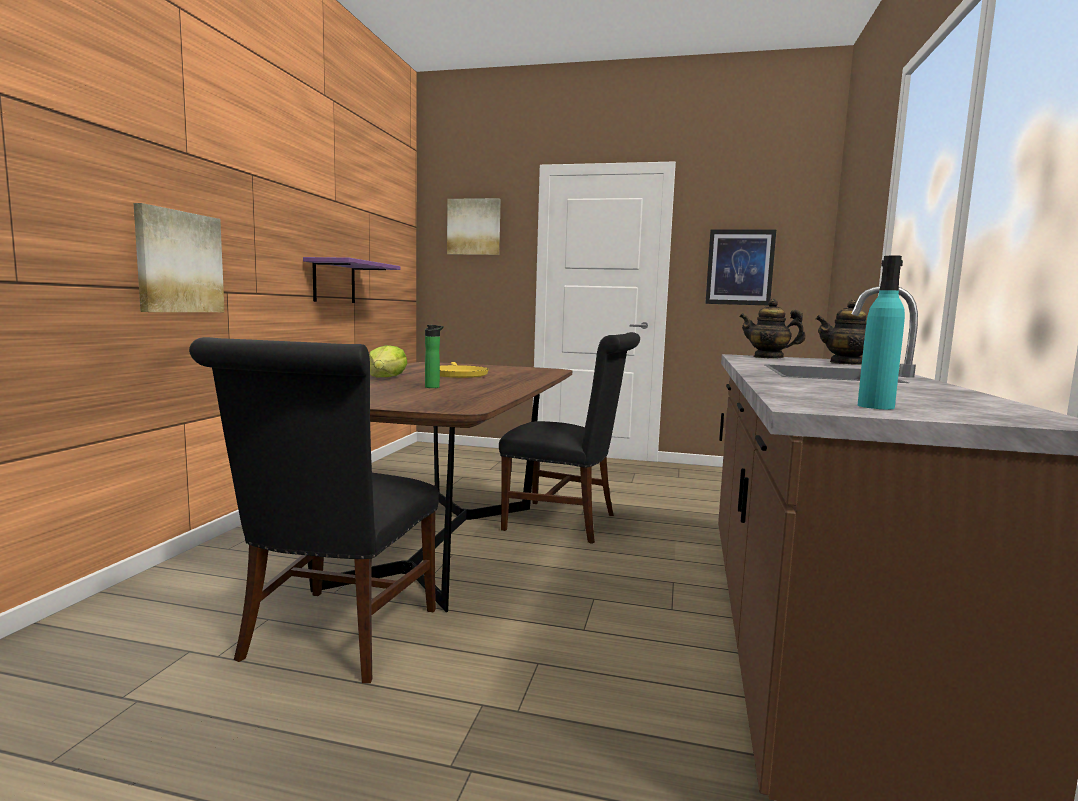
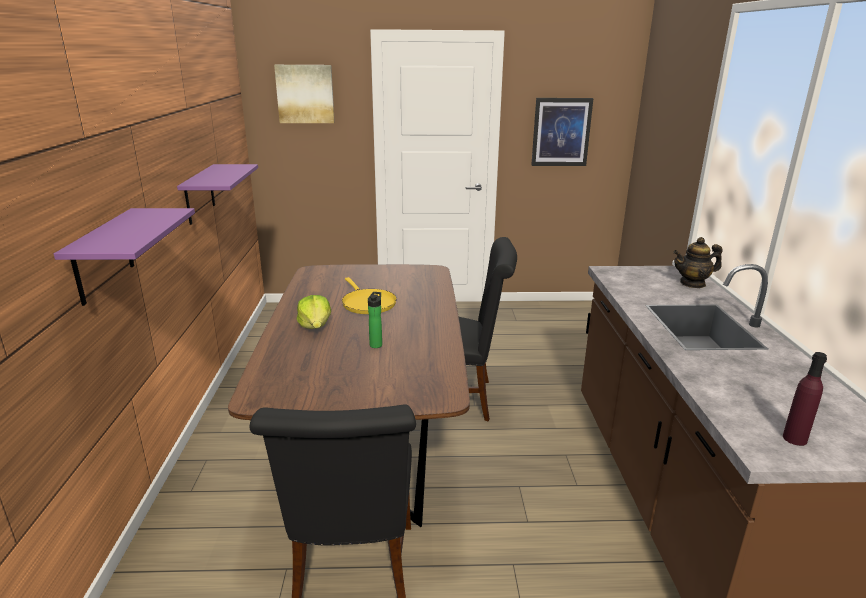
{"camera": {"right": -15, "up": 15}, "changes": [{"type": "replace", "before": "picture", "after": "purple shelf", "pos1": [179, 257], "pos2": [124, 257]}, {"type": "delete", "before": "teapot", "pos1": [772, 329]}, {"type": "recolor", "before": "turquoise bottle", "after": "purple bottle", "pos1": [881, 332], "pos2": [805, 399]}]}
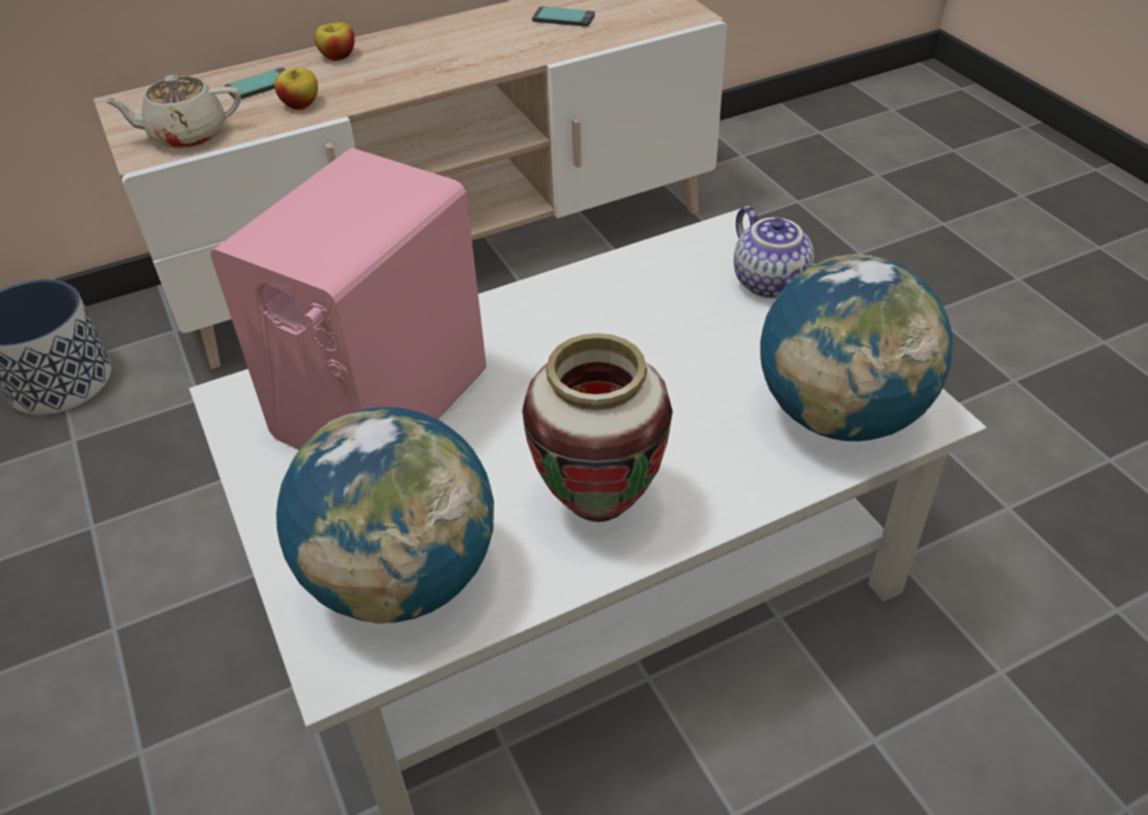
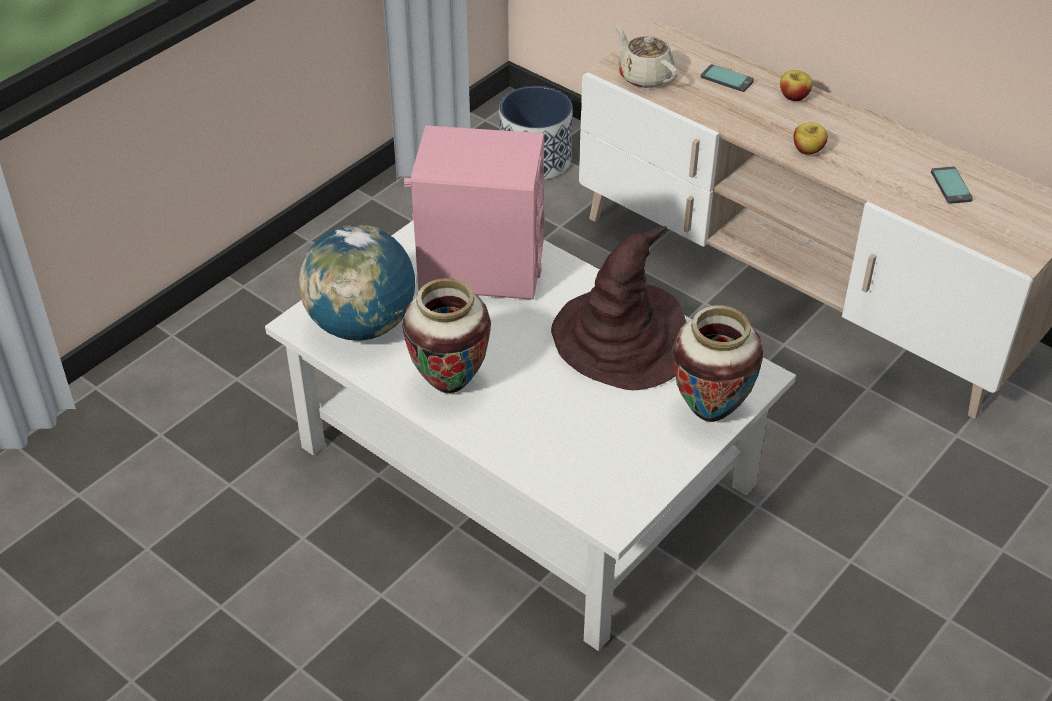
{"camera": {"right": 65, "up": 0}, "changes": [{"type": "move", "before": "apple", "pos1": [296, 89], "pos2": [811, 139]}, {"type": "replace", "before": "teapot", "after": "vase", "pos1": [774, 252], "pos2": [718, 363]}, {"type": "delete", "before": "globe", "pos1": [856, 347]}, {"type": "insert", "after": "brown hat", "pos2": [619, 308]}]}
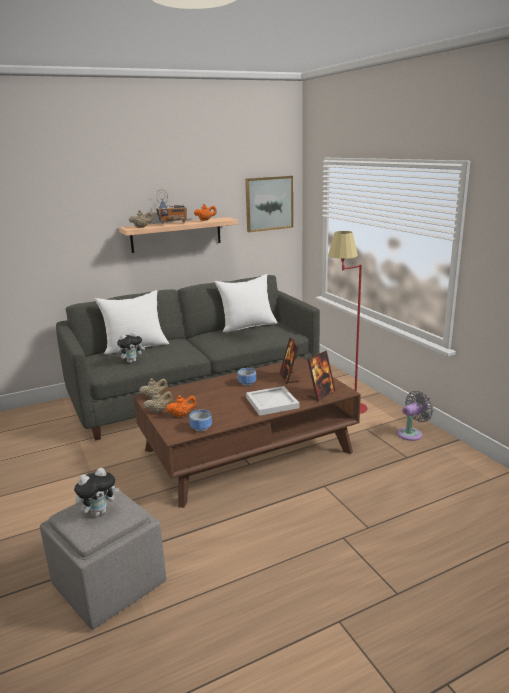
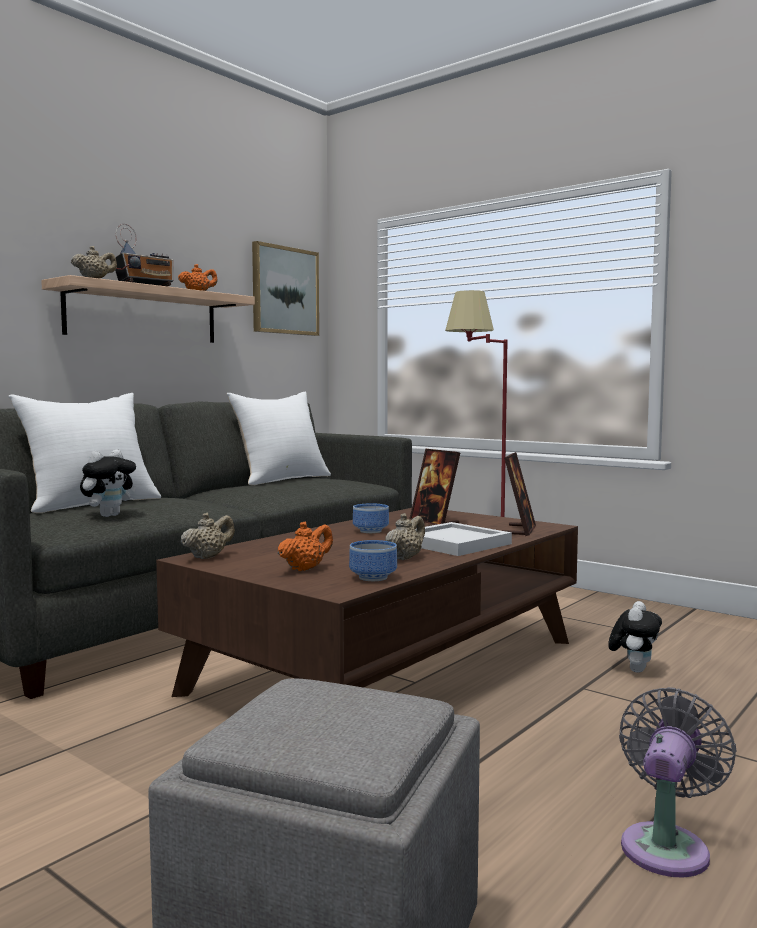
{"camera": {"right": -25, "up": -15}, "changes": [{"type": "move", "before": "plush toy", "pos1": [97, 492], "pos2": [635, 637]}, {"type": "move", "before": "beige teapot", "pos1": [158, 402], "pos2": [405, 536]}, {"type": "move", "before": "grey fan", "pos1": [415, 416], "pos2": [677, 782]}]}
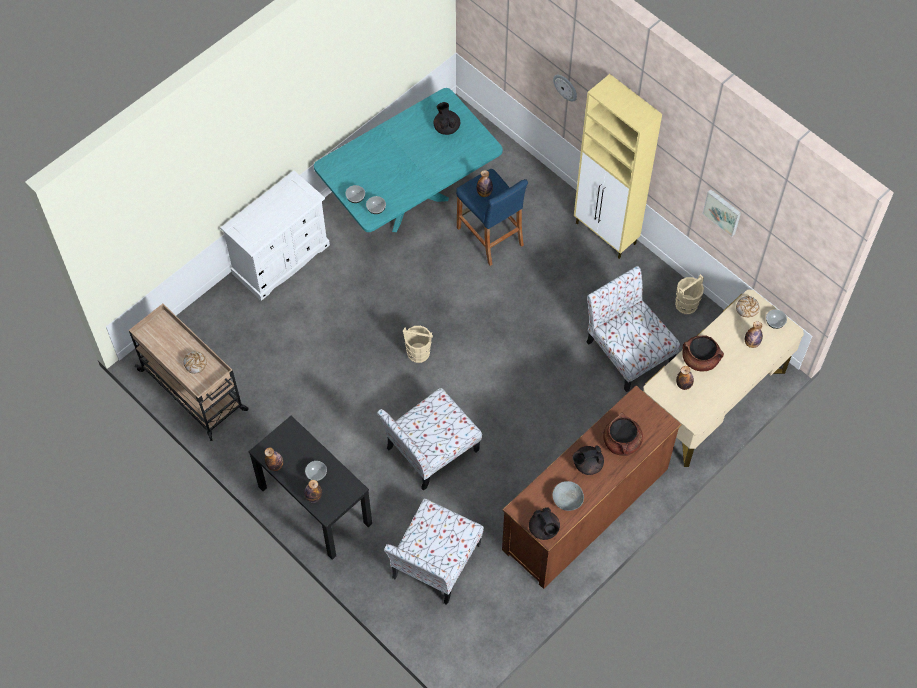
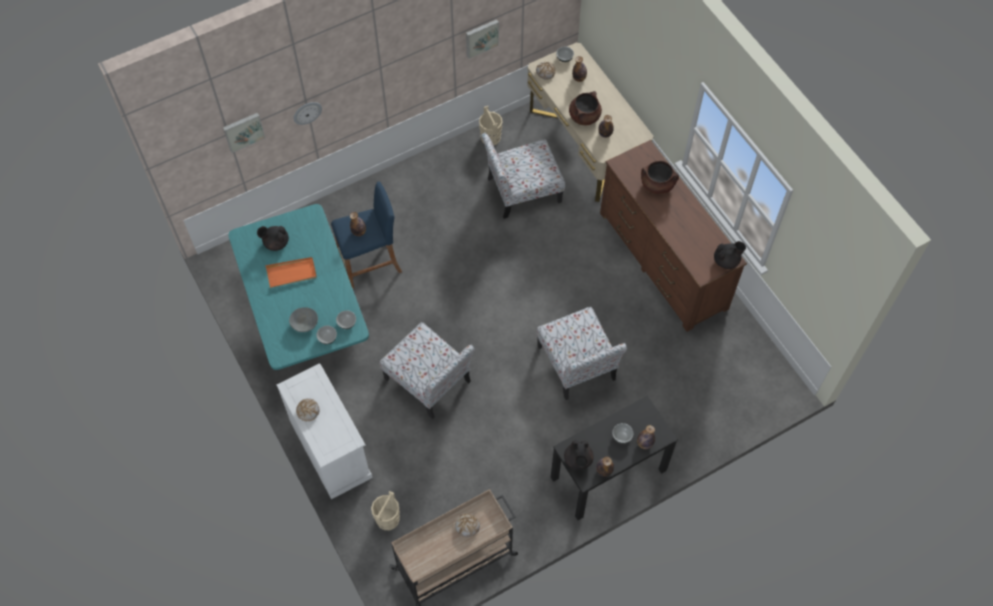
{"camera": {"right": -75, "up": 0}, "changes": [{"type": "move", "before": "chair", "pos1": [434, 552], "pos2": [427, 370]}, {"type": "move", "before": "beige bucket", "pos1": [418, 344], "pos2": [385, 510]}, {"type": "move", "before": "grey bowl", "pos1": [568, 496], "pos2": [303, 319]}, {"type": "move", "before": "black teapot", "pos1": [588, 460], "pos2": [579, 455]}, {"type": "delete", "before": "beige cabinet", "pos1": [618, 166]}, {"type": "insert", "after": "picture", "pos2": [244, 133]}, {"type": "insert", "after": "orange tray", "pos2": [291, 272]}, {"type": "insert", "after": "bread", "pos2": [307, 409]}]}
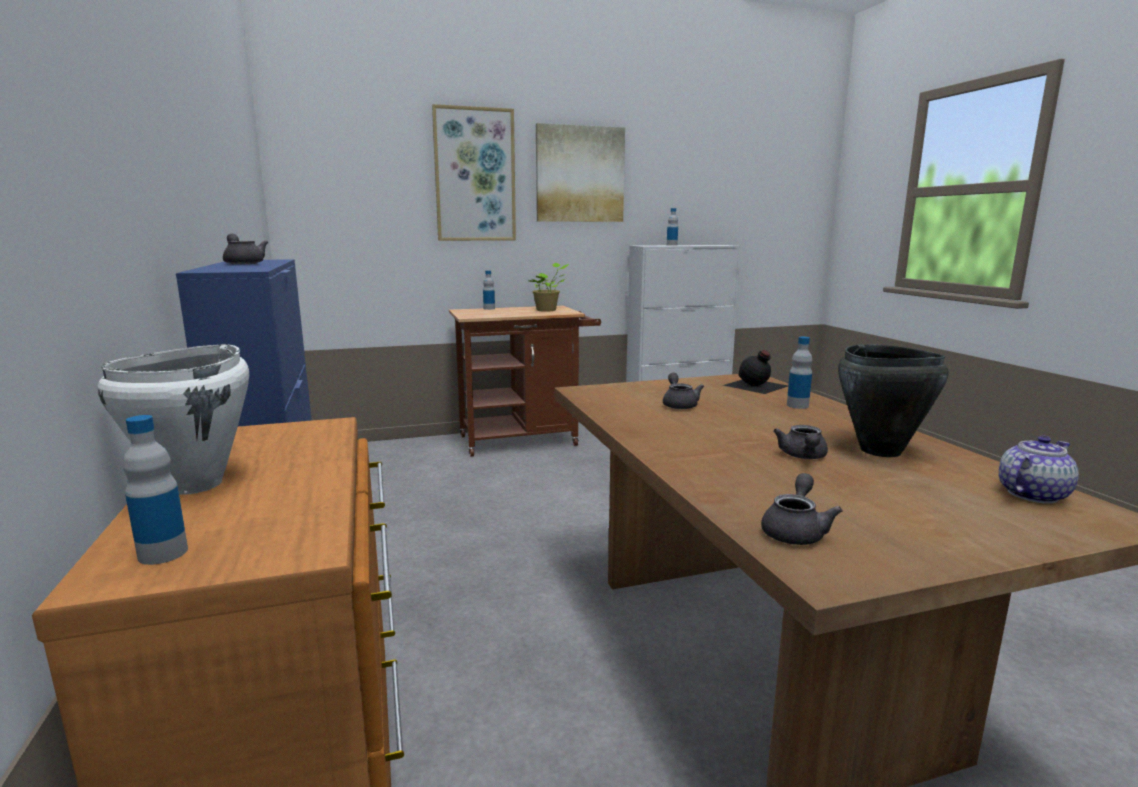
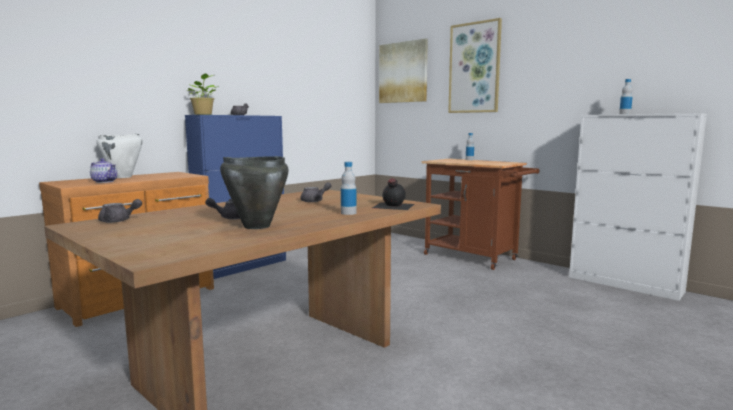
{"camera": {"right": 60, "up": -5}, "changes": [{"type": "delete", "before": "bottle", "pos1": [155, 490]}, {"type": "move", "before": "potted plant", "pos1": [548, 287], "pos2": [203, 94]}, {"type": "move", "before": "picture", "pos1": [580, 172], "pos2": [403, 70]}, {"type": "move", "before": "teapot", "pos1": [1039, 469], "pos2": [104, 170]}]}
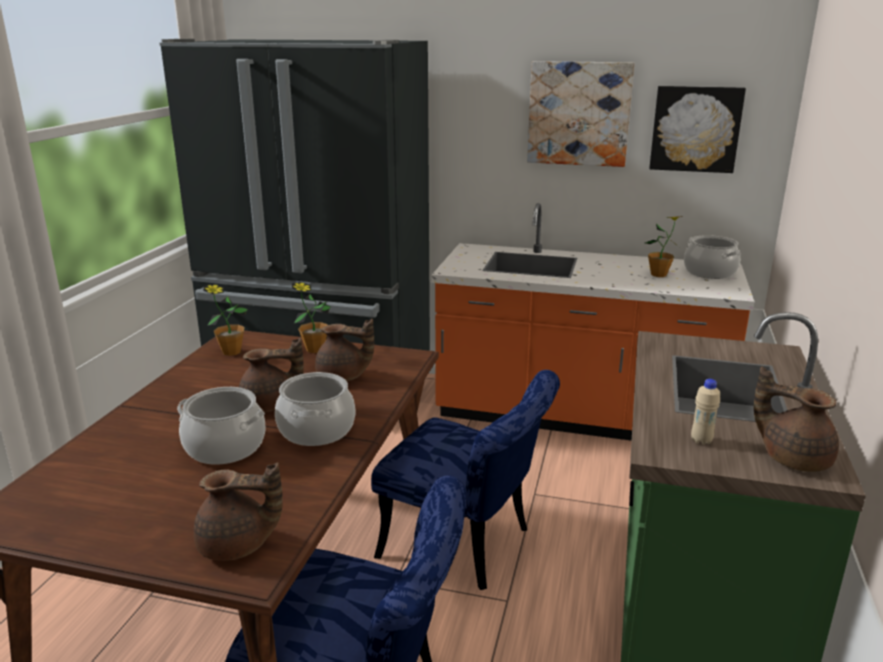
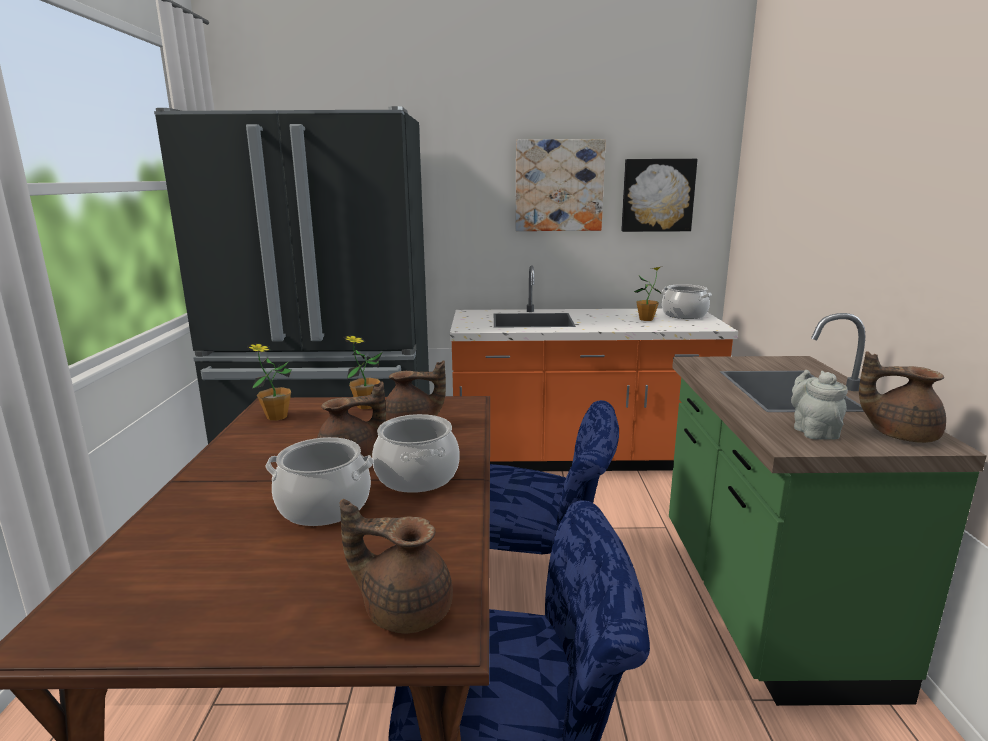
{"camera": {"right": -15, "up": -5}, "changes": [{"type": "rotate", "before": "brown teapot", "pos1": [238, 512], "pos2": [396, 566], "turn": -150}, {"type": "replace", "before": "beige bottle", "after": "grey teapot", "pos1": [705, 412], "pos2": [819, 405]}]}
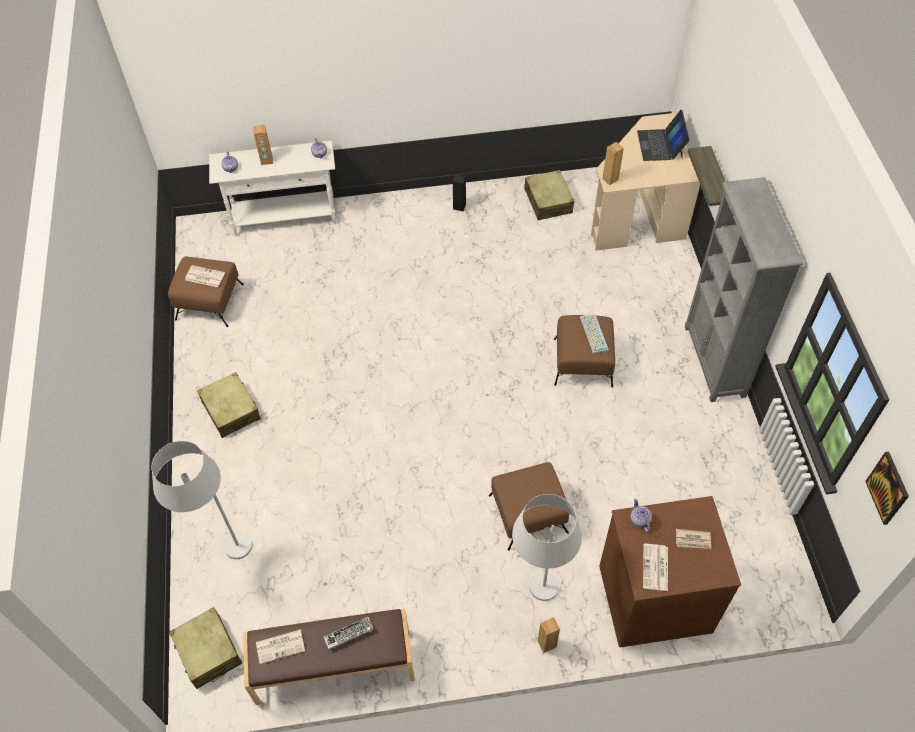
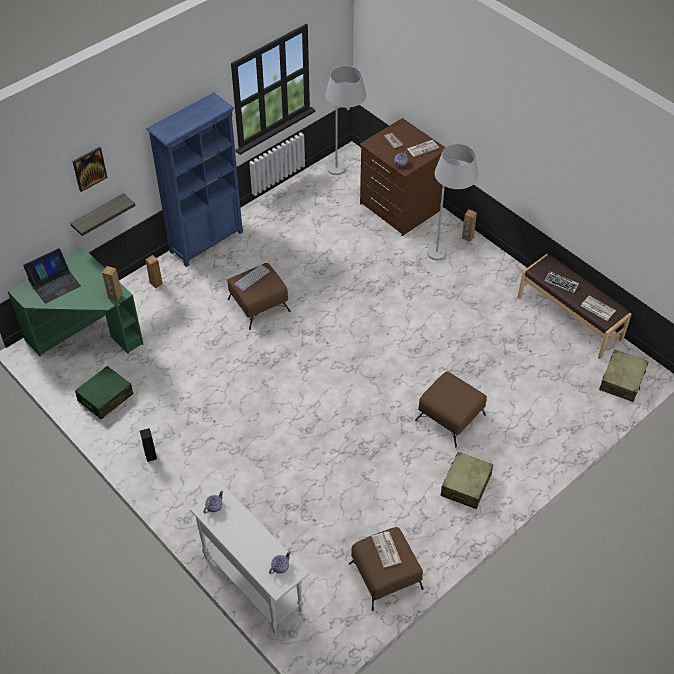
{"camera": {"right": -125, "up": -5}, "changes": [{"type": "move", "before": "white floor lamp", "pos1": [201, 500], "pos2": [346, 120]}, {"type": "move", "before": "brown speaker", "pos1": [263, 145], "pos2": [154, 272]}, {"type": "move", "before": "brown ottoman", "pos1": [529, 506], "pos2": [451, 409]}, {"type": "recolor", "before": "beige suitcase", "after": "green suitcase", "pos1": [549, 195], "pos2": [104, 393]}, {"type": "recolor", "before": "beige desk", "after": "green desk", "pos1": [645, 182], "pos2": [75, 302]}, {"type": "recolor", "before": "grey bookcase", "after": "blue bookcase", "pos1": [744, 289], "pos2": [194, 179]}, {"type": "move", "before": "picture", "pos1": [887, 488], "pos2": [89, 169]}]}
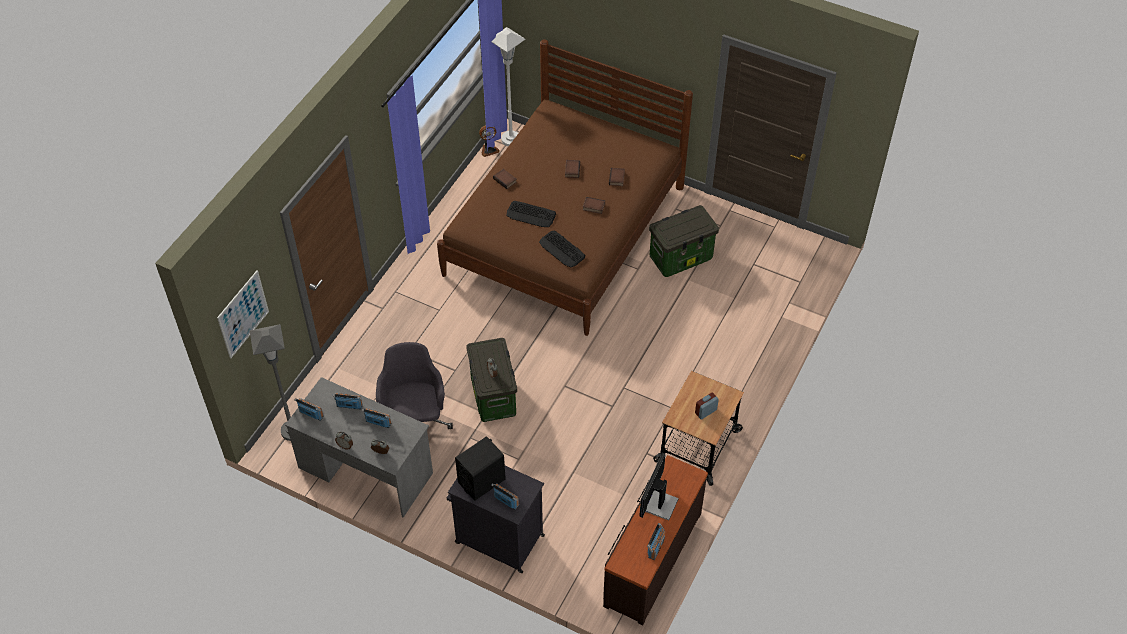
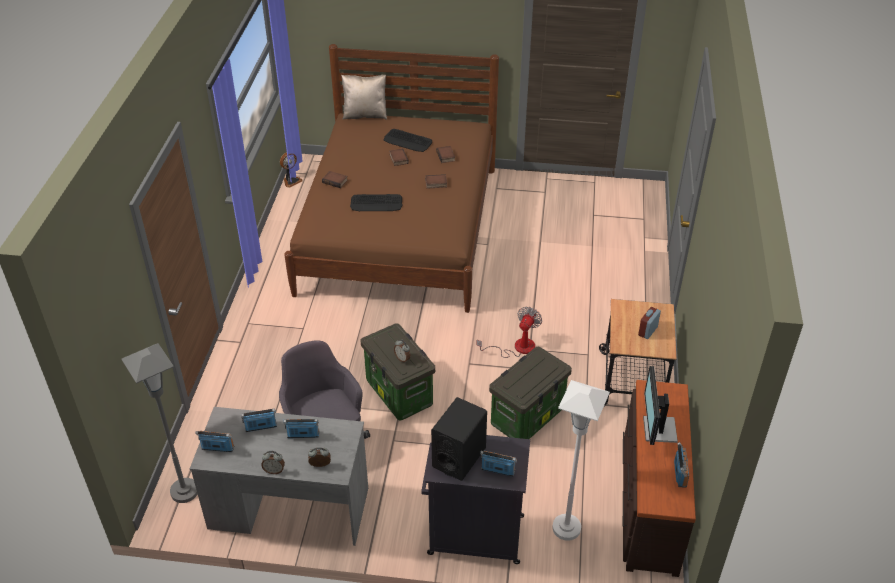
{"camera": {"right": -20, "up": -10}, "changes": [{"type": "delete", "before": "picture", "pos1": [243, 314]}, {"type": "move", "before": "white floor lamp", "pos1": [508, 86], "pos2": [581, 460]}, {"type": "move", "before": "keyboard", "pos1": [562, 249], "pos2": [408, 140]}, {"type": "move", "before": "storage box", "pos1": [684, 241], "pos2": [530, 393]}, {"type": "insert", "after": "beige pillow", "pos2": [364, 97]}, {"type": "insert", "after": "fan", "pos2": [509, 332]}]}
